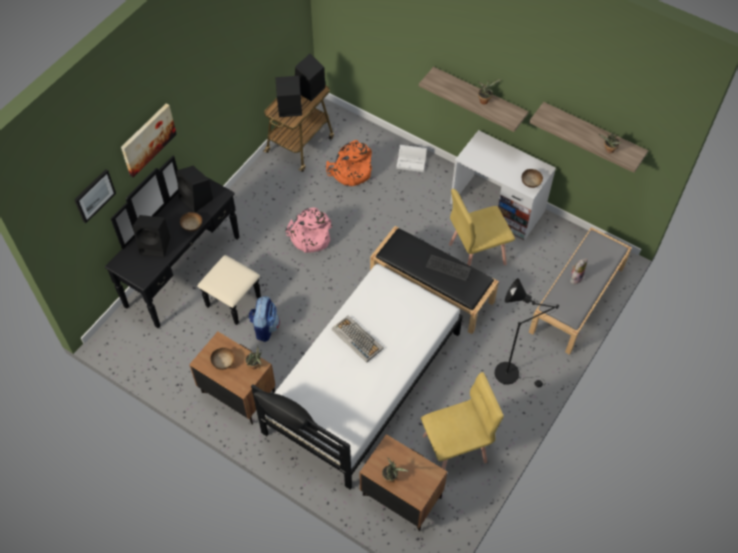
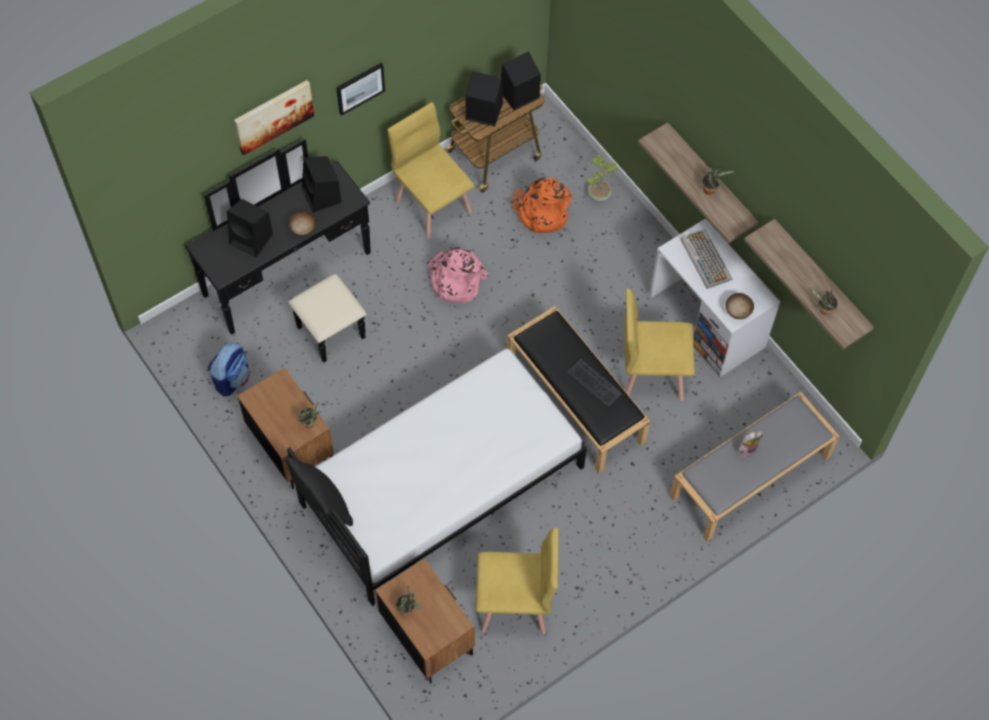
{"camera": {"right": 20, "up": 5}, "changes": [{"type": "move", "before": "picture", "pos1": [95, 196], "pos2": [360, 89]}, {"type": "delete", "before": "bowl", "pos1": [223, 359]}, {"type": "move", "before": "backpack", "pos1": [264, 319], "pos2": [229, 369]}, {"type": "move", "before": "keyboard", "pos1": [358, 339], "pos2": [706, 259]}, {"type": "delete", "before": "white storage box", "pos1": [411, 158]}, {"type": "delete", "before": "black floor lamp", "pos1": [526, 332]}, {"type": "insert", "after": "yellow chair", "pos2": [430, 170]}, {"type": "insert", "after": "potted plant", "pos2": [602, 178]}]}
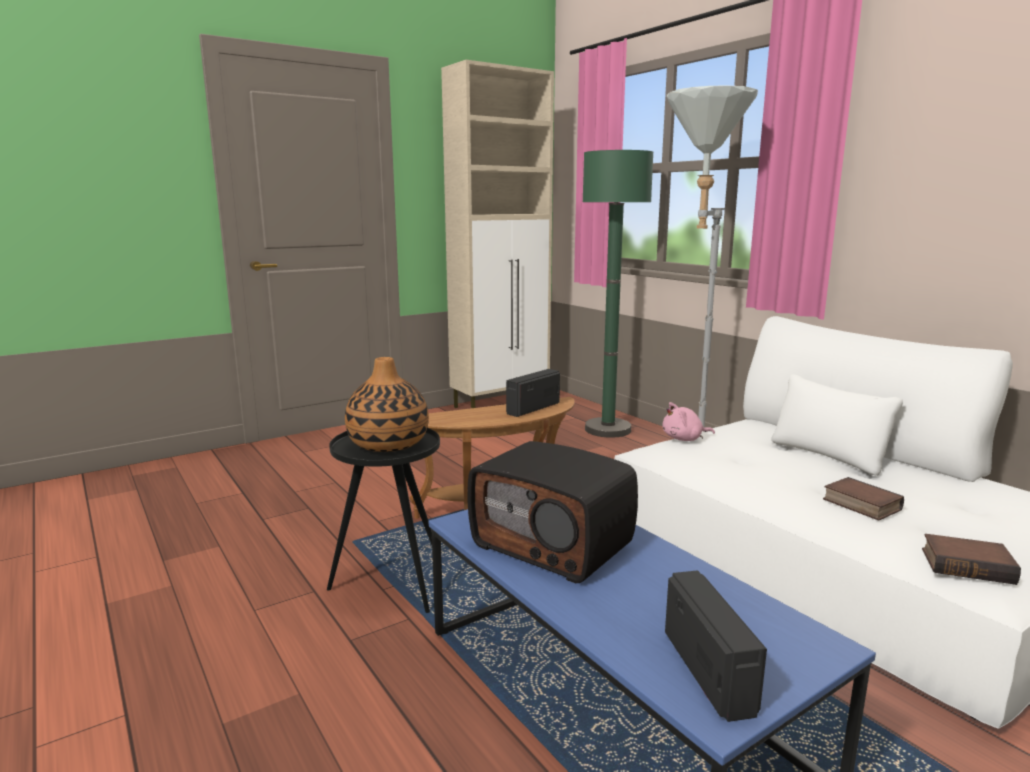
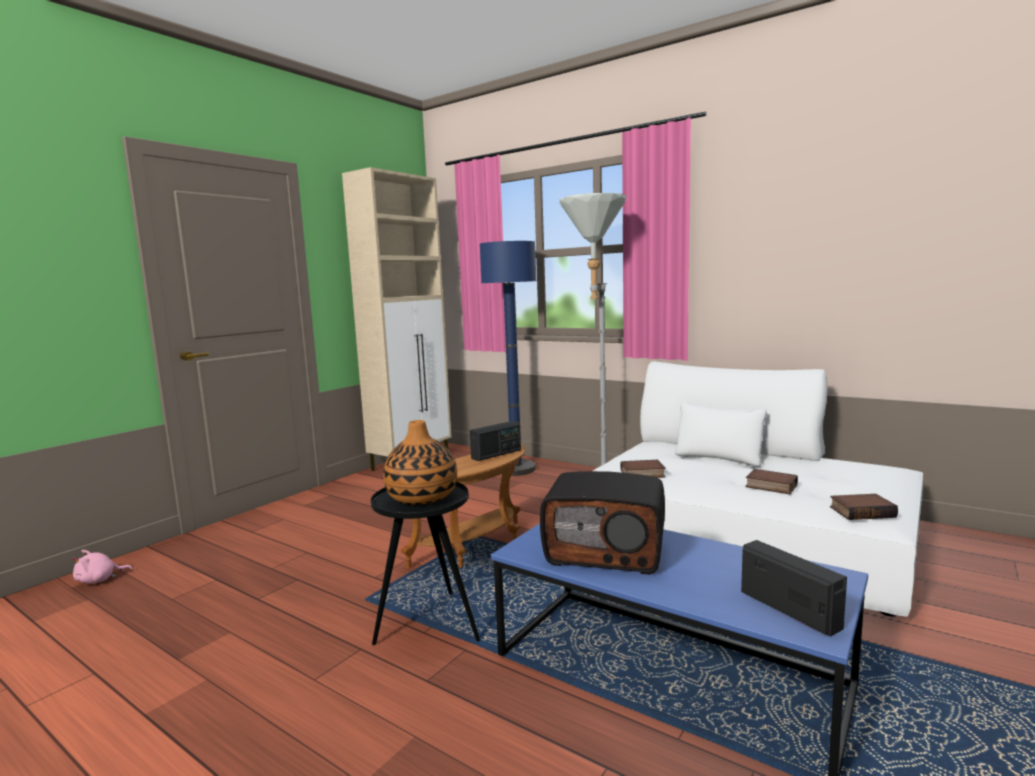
{"camera": {"right": -20, "up": -5}, "changes": [{"type": "rotate", "before": "radio", "pos1": [533, 393], "pos2": [495, 441], "turn": -150}, {"type": "recolor", "before": "green floor lamp", "after": "blue floor lamp", "pos1": [618, 294], "pos2": [508, 358]}, {"type": "move", "before": "pink plush toy", "pos1": [688, 421], "pos2": [102, 567]}, {"type": "insert", "after": "book", "pos2": [643, 469]}]}
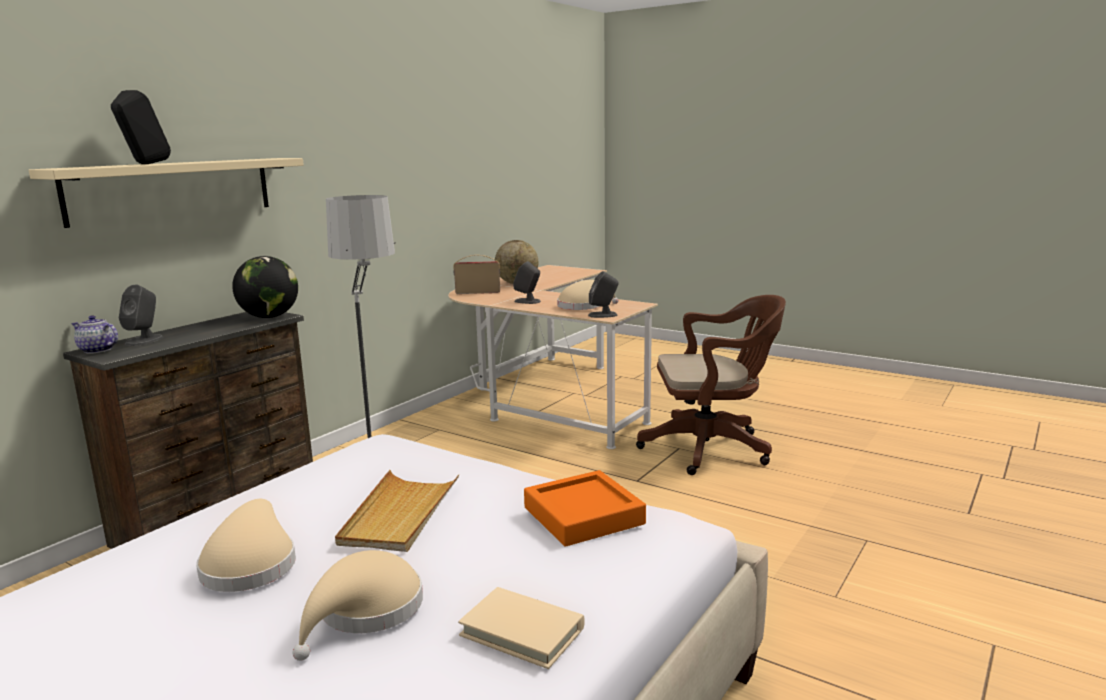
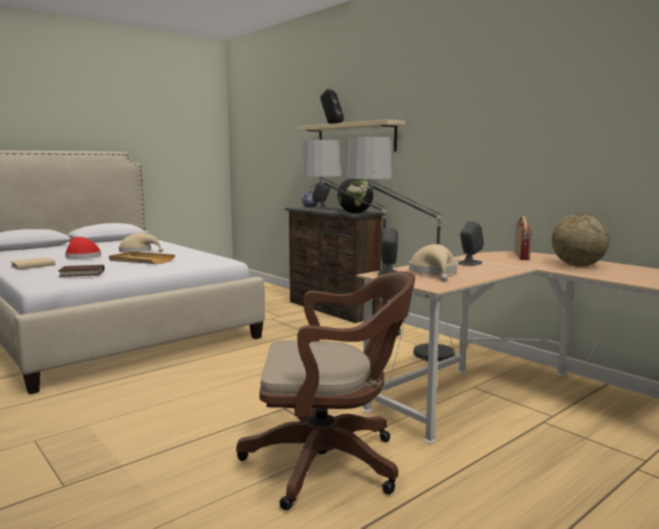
{"camera": {"right": 105, "up": -5}, "changes": [{"type": "recolor", "before": "beige hat", "after": "red hat", "pos1": [358, 605], "pos2": [83, 248]}, {"type": "replace", "before": "orange tray", "after": "brown book", "pos1": [585, 508], "pos2": [81, 271]}, {"type": "rotate", "before": "brown office chair", "pos1": [711, 385], "pos2": [325, 390], "turn": -105}, {"type": "insert", "after": "floor lamp", "pos2": [401, 251]}]}
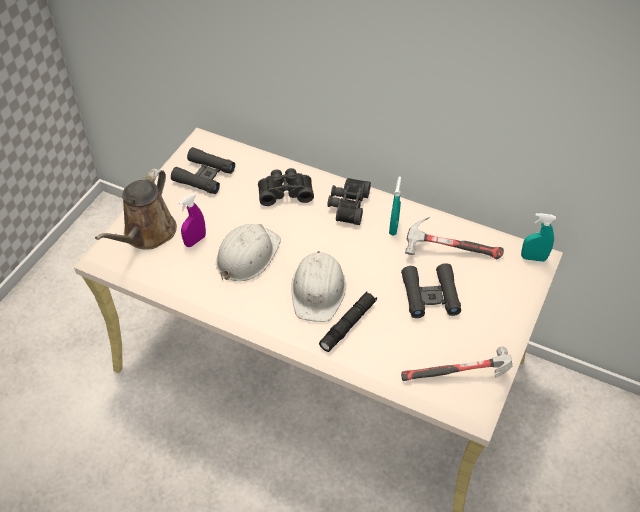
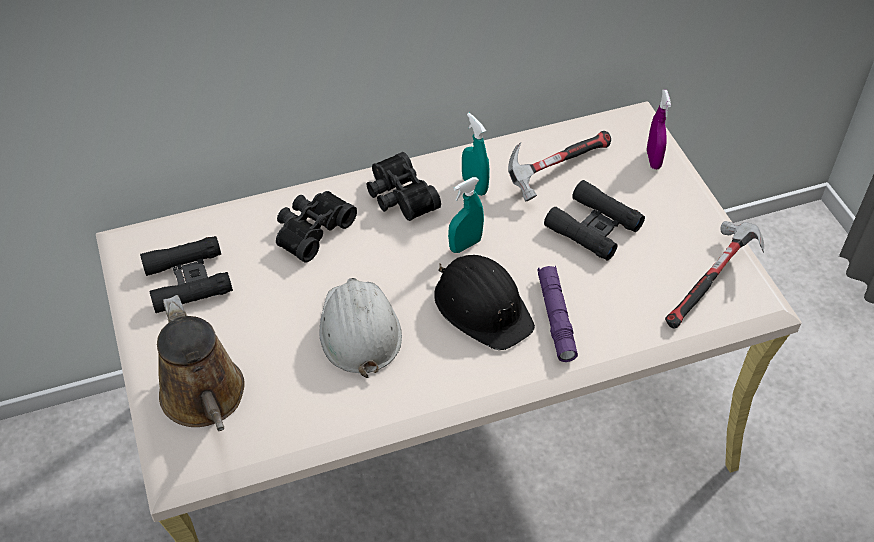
{"camera": {"right": -45, "up": 0}, "changes": [{"type": "move", "before": "purple spray bottle", "pos1": [192, 220], "pos2": [659, 129]}, {"type": "recolor", "before": "white hard hat", "after": "black hard hat", "pos1": [318, 286], "pos2": [484, 302]}, {"type": "recolor", "before": "black flashlight", "after": "purple flashlight", "pos1": [348, 321], "pos2": [557, 314]}, {"type": "move", "before": "turquoise spray bottle", "pos1": [538, 237], "pos2": [466, 215]}]}
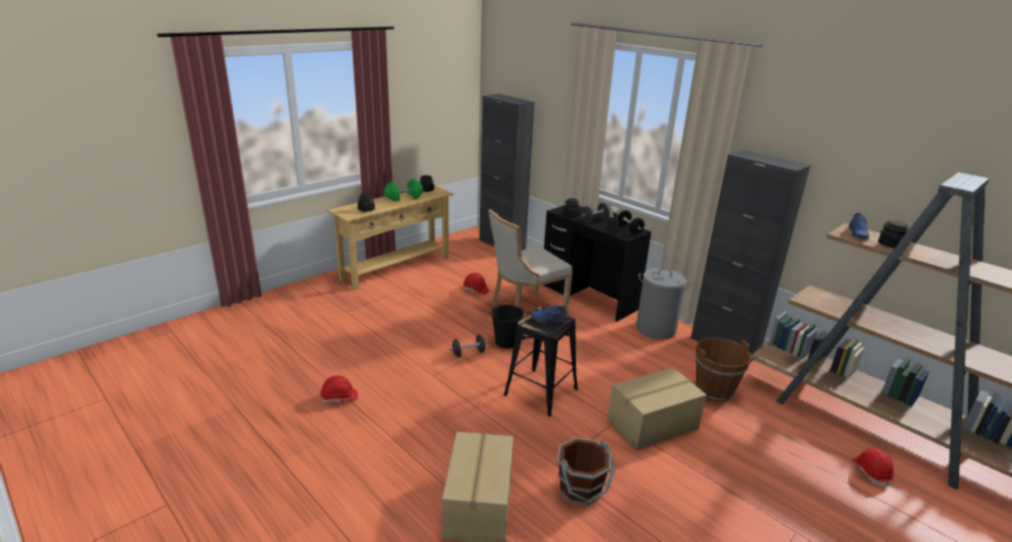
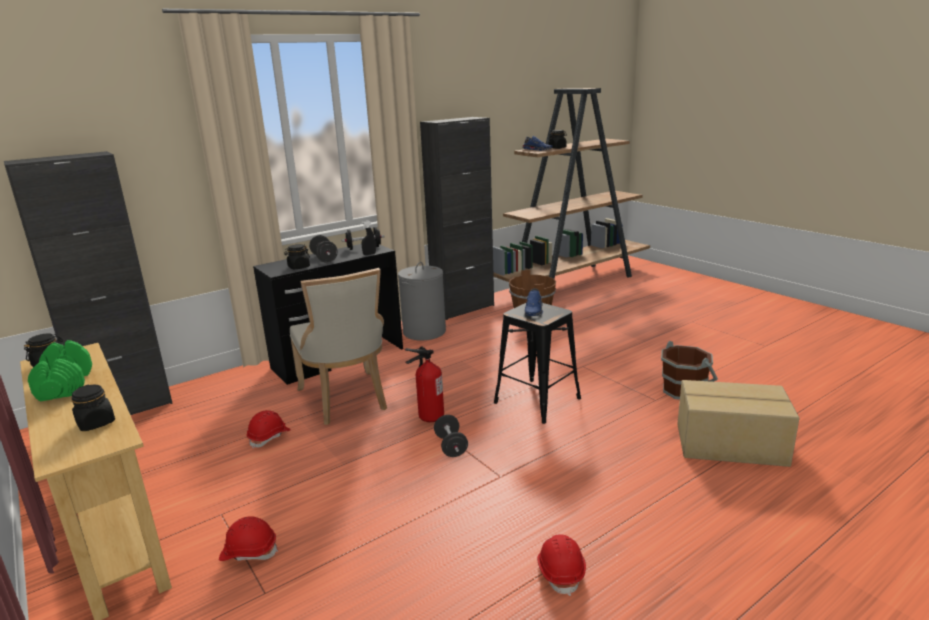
{"camera": {"right": -80, "up": -5}, "changes": [{"type": "replace", "before": "black bucket", "after": "fire extinguisher", "pos1": [507, 326], "pos2": [424, 384]}, {"type": "delete", "before": "cardboard box", "pos1": [656, 409]}, {"type": "move", "before": "red hard hat", "pos1": [873, 468], "pos2": [248, 538]}]}
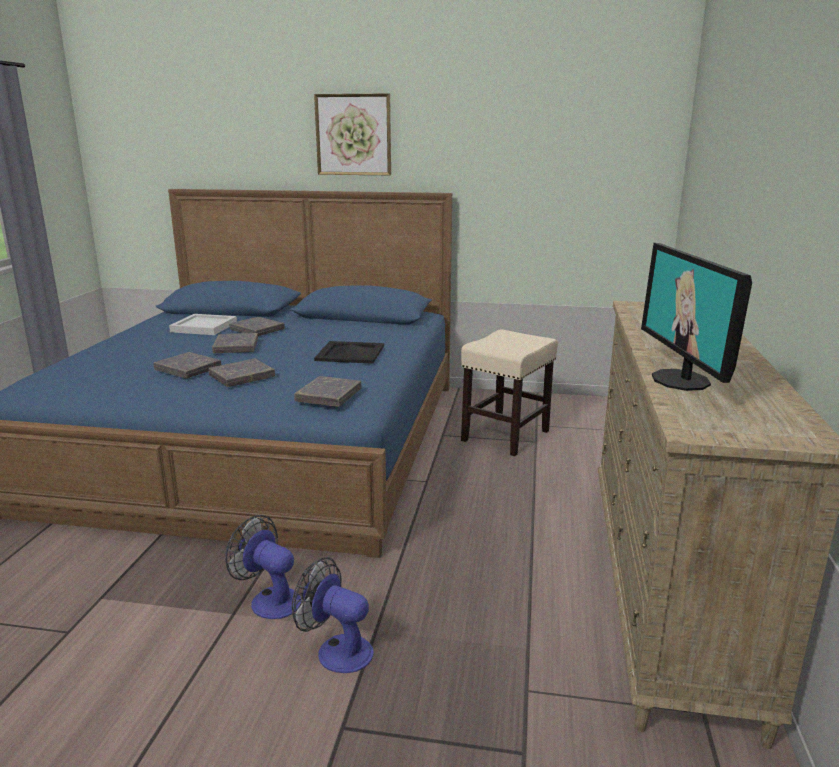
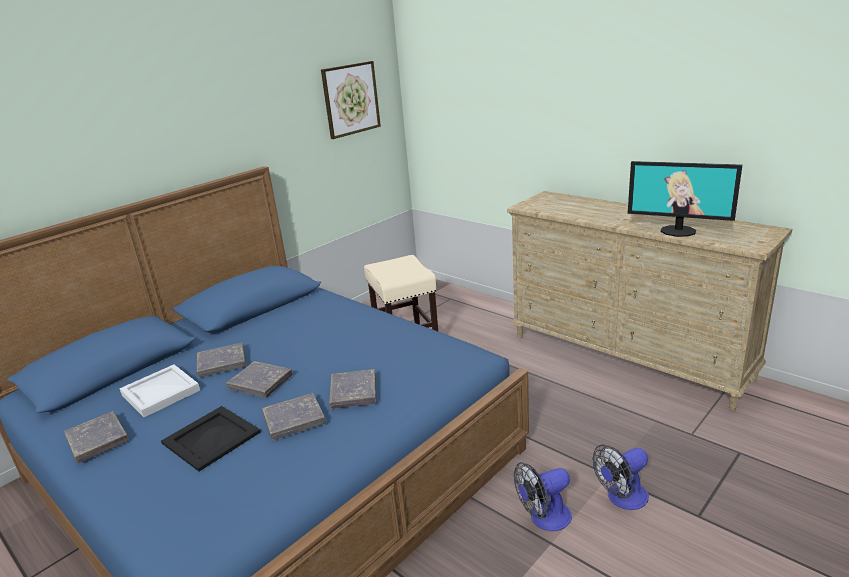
{"camera": {"right": -55, "up": 5}, "changes": [{"type": "move", "before": "grey book", "pos1": [327, 391], "pos2": [96, 437]}, {"type": "move", "before": "picture", "pos1": [352, 134], "pos2": [351, 100]}, {"type": "move", "before": "black tray", "pos1": [349, 352], "pos2": [211, 439]}]}
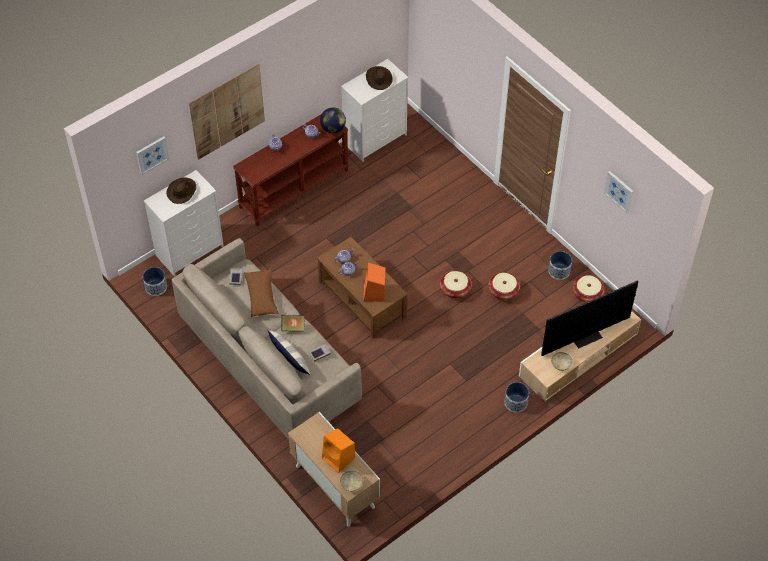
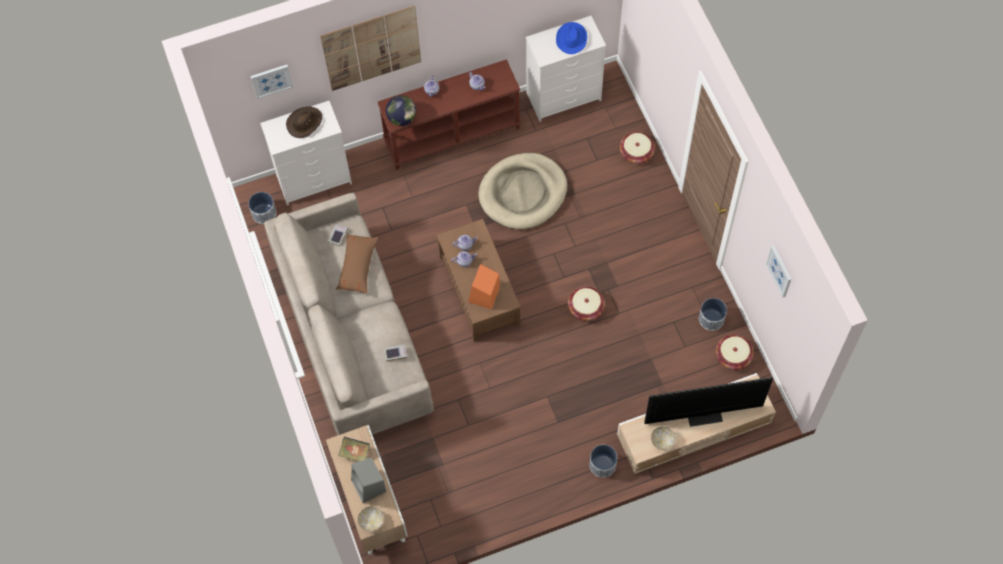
{"camera": {"right": 20, "up": 10}, "changes": [{"type": "delete", "before": "pillow", "pos1": [289, 352]}, {"type": "move", "before": "book", "pos1": [292, 323], "pos2": [354, 449]}, {"type": "move", "before": "globe", "pos1": [333, 120], "pos2": [401, 110]}, {"type": "recolor", "before": "orange speaker", "after": "grey speaker", "pos1": [338, 450], "pos2": [369, 480]}, {"type": "recolor", "before": "brown hat", "after": "blue hat", "pos1": [379, 78], "pos2": [571, 38]}, {"type": "move", "before": "basket", "pos1": [504, 286], "pos2": [637, 148]}, {"type": "insert", "after": "beige dog bed", "pos2": [522, 191]}]}
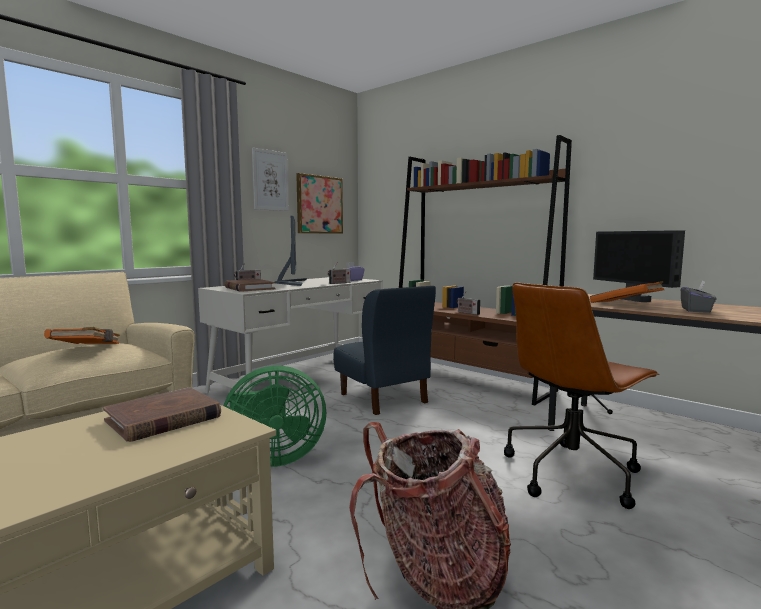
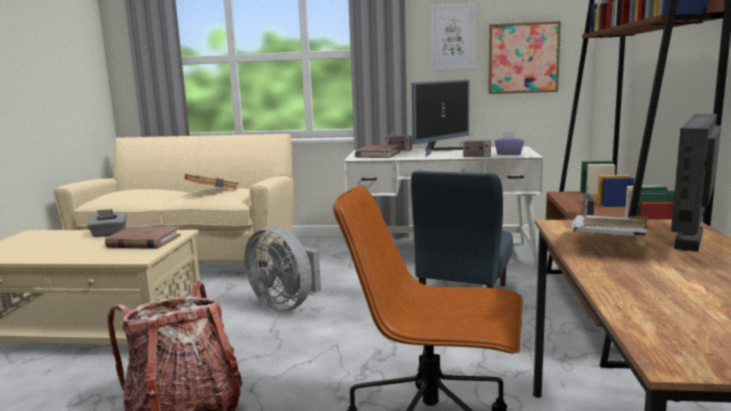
{"camera": {"right": 55, "up": 5}, "changes": [{"type": "recolor", "before": "green fan", "after": "grey fan", "pos1": [275, 416], "pos2": [282, 268]}, {"type": "recolor", "before": "orange book", "after": "white book", "pos1": [627, 292], "pos2": [610, 225]}, {"type": "move", "before": "grey tissue box", "pos1": [698, 297], "pos2": [107, 223]}]}
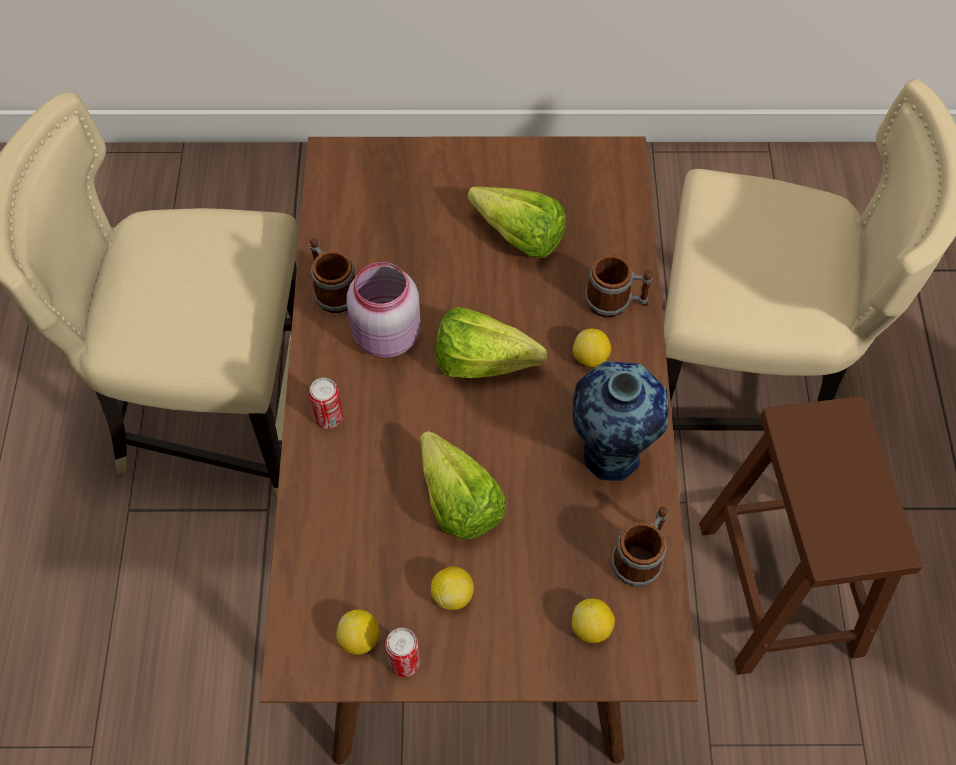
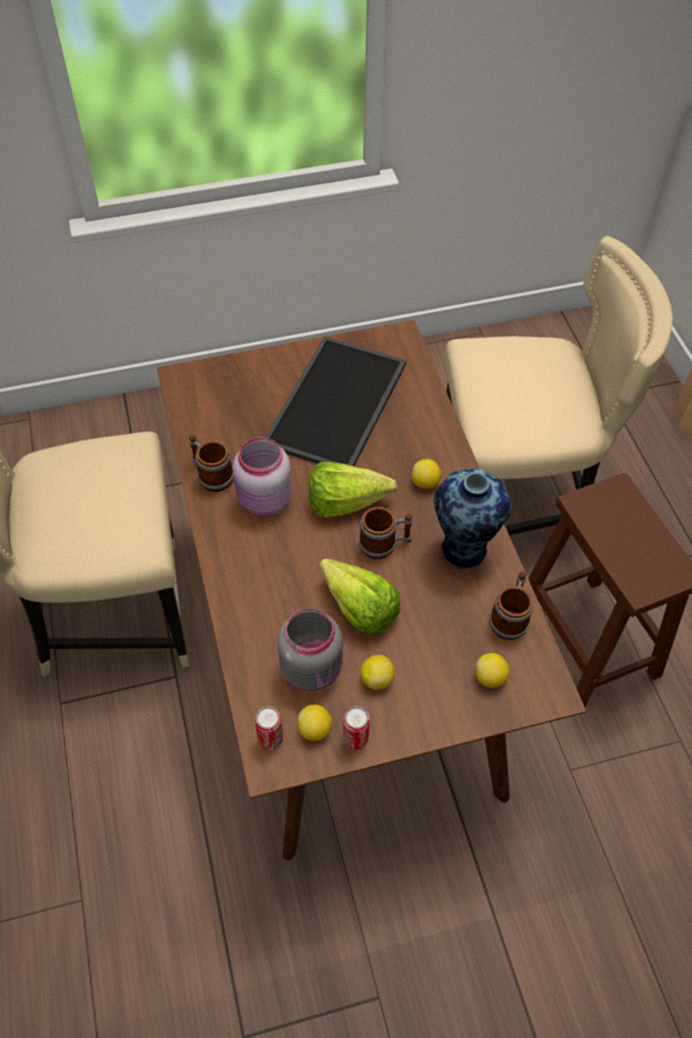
{"camera": {"right": -15, "up": -5}, "changes": [{"type": "move", "before": "can", "pos1": [326, 403], "pos2": [269, 728]}, {"type": "replace", "before": "lettuce", "after": "tray", "pos1": [516, 222], "pos2": [336, 401]}, {"type": "move", "before": "mug", "pos1": [619, 286], "pos2": [385, 533]}, {"type": "insert", "after": "grey jar", "pos2": [310, 649]}]}
